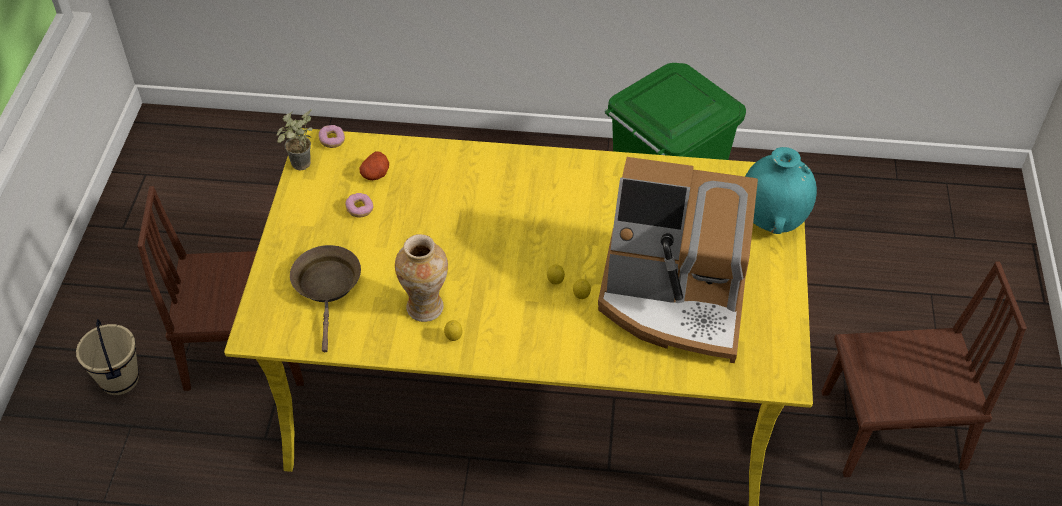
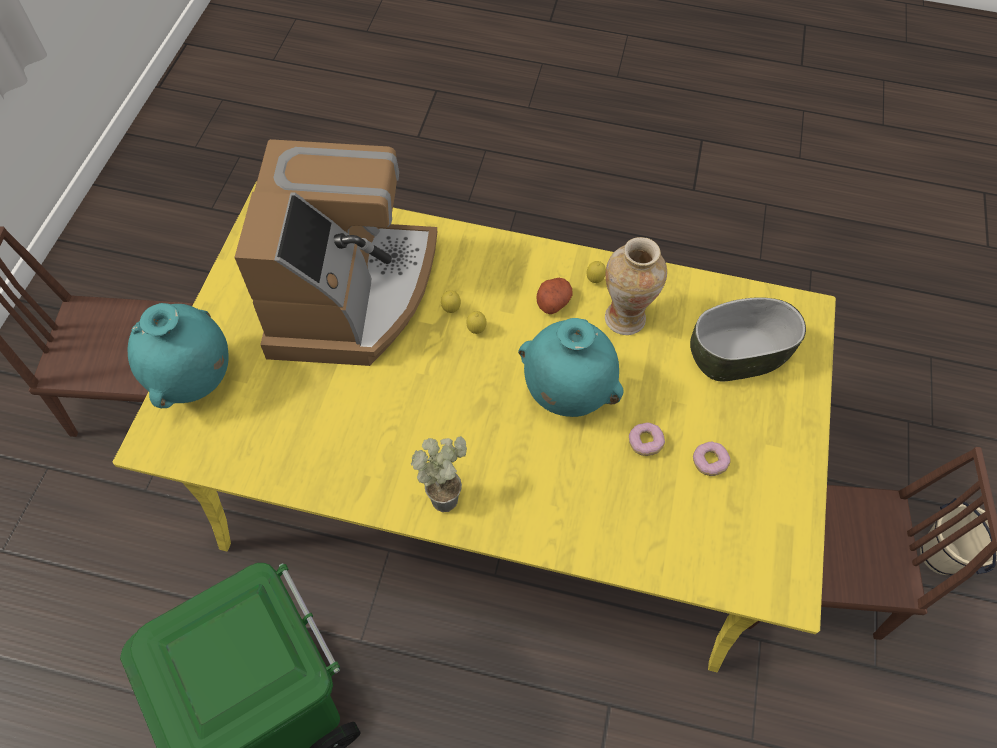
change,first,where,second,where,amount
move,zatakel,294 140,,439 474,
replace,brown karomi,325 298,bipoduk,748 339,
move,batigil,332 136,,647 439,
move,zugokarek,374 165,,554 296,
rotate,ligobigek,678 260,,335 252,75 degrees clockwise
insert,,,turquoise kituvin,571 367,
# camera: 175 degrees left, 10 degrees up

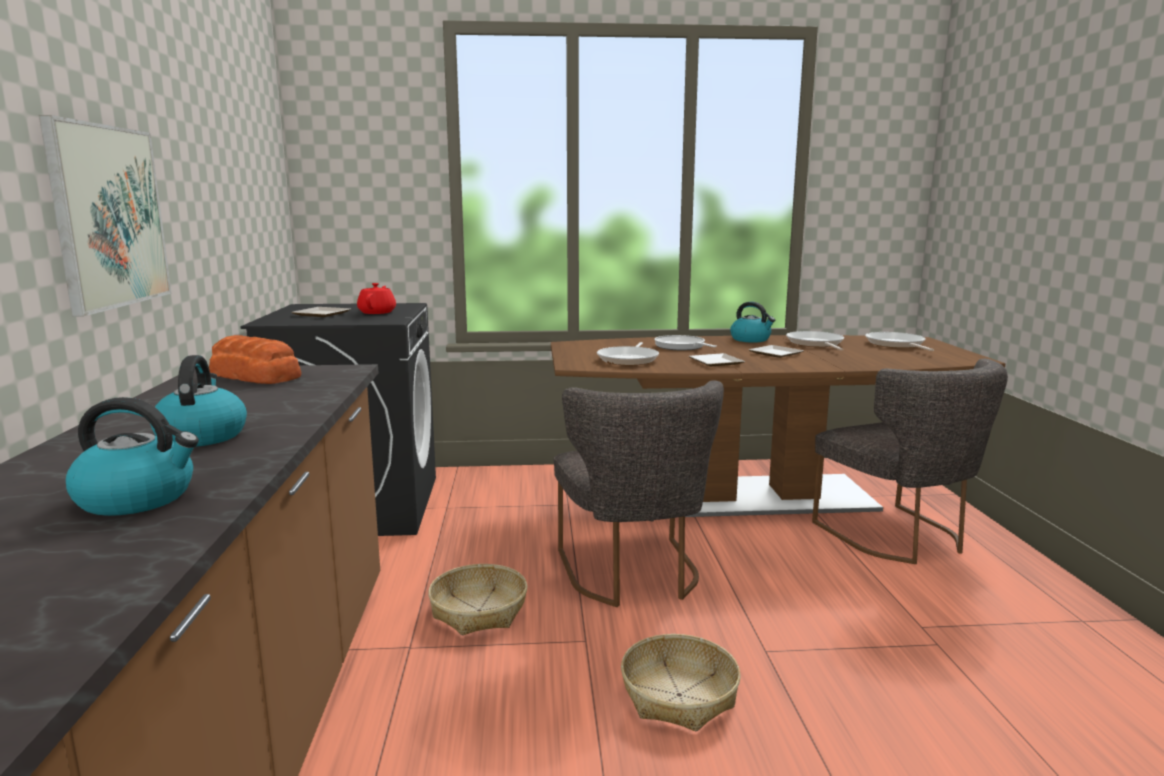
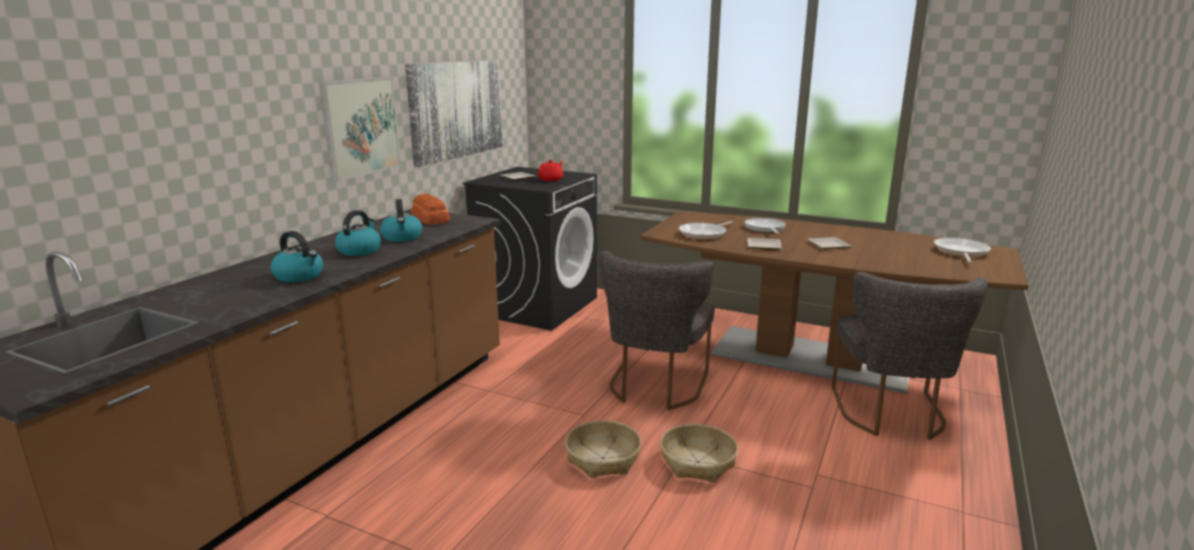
change,first,where,second,where,amount
move,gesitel,477 599,,699 453,
move,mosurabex,752 322,,401 220,
delete,karomi,815 341,,,
insert,,,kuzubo,453 113,
# camera: 30 degrees right, 5 degrees up

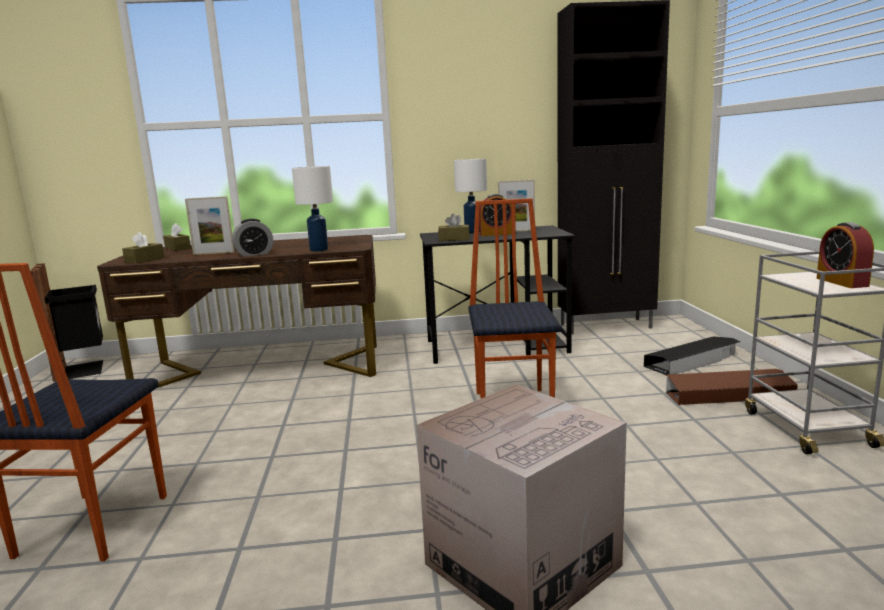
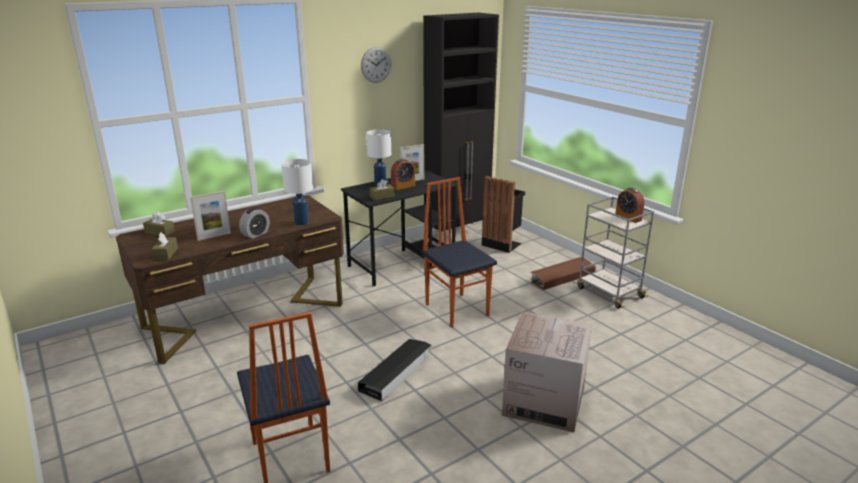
change,first,where,second,where,amount
move,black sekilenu,66 322,,503 214,
move,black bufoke,692 355,,394 370,
insert,,,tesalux,376 65,
# camera: 30 degrees left, 10 degrees up

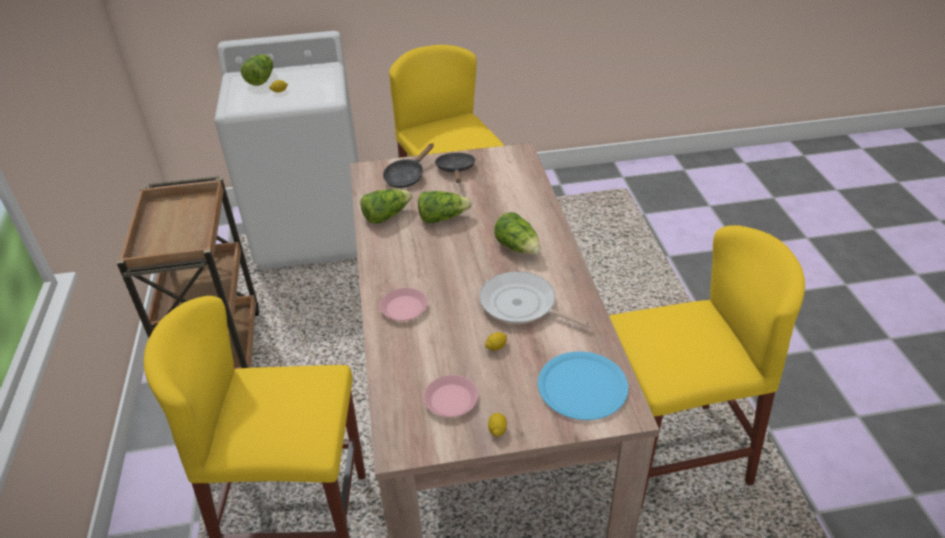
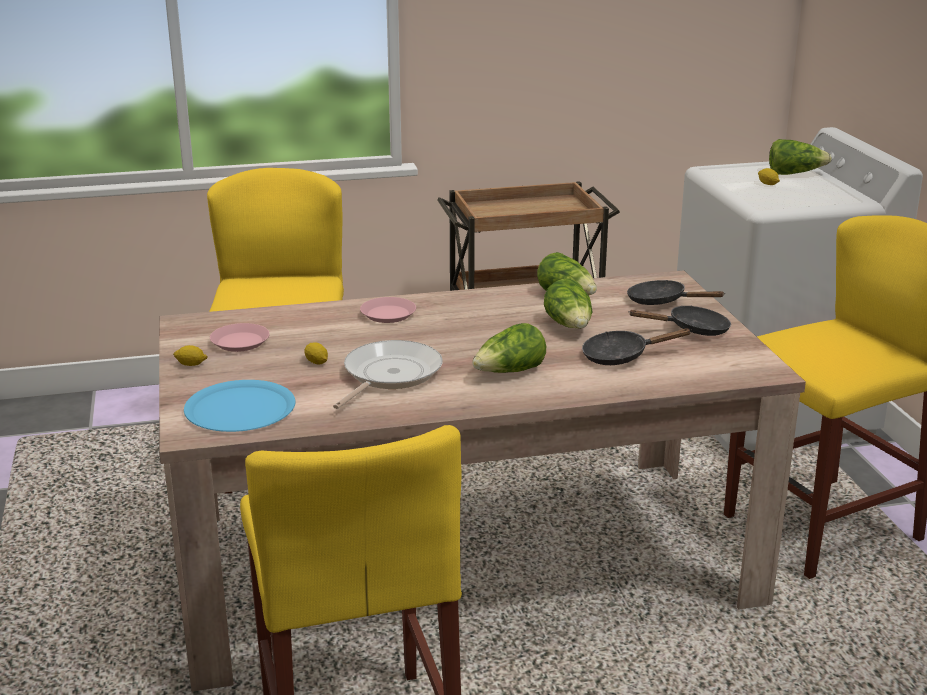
change,first,where,second,where,amount
insert,,,black karomi,637 346,
# camera: 85 degrees right, 15 degrees down

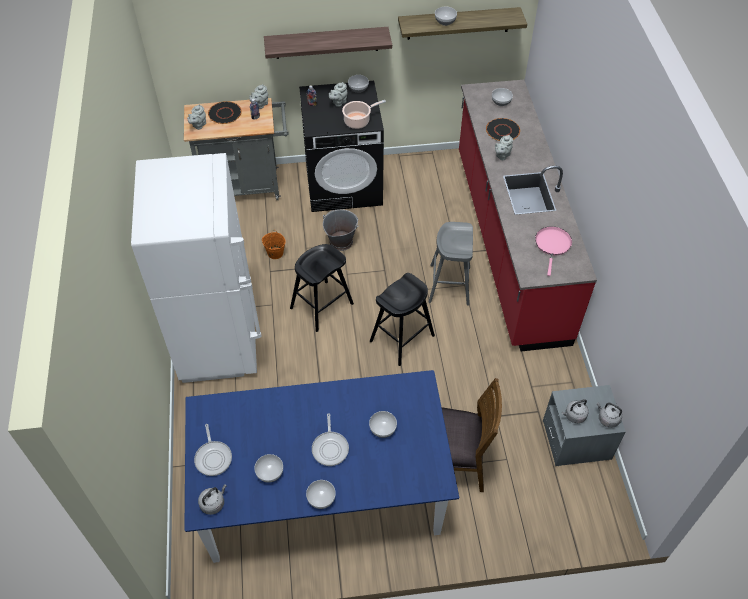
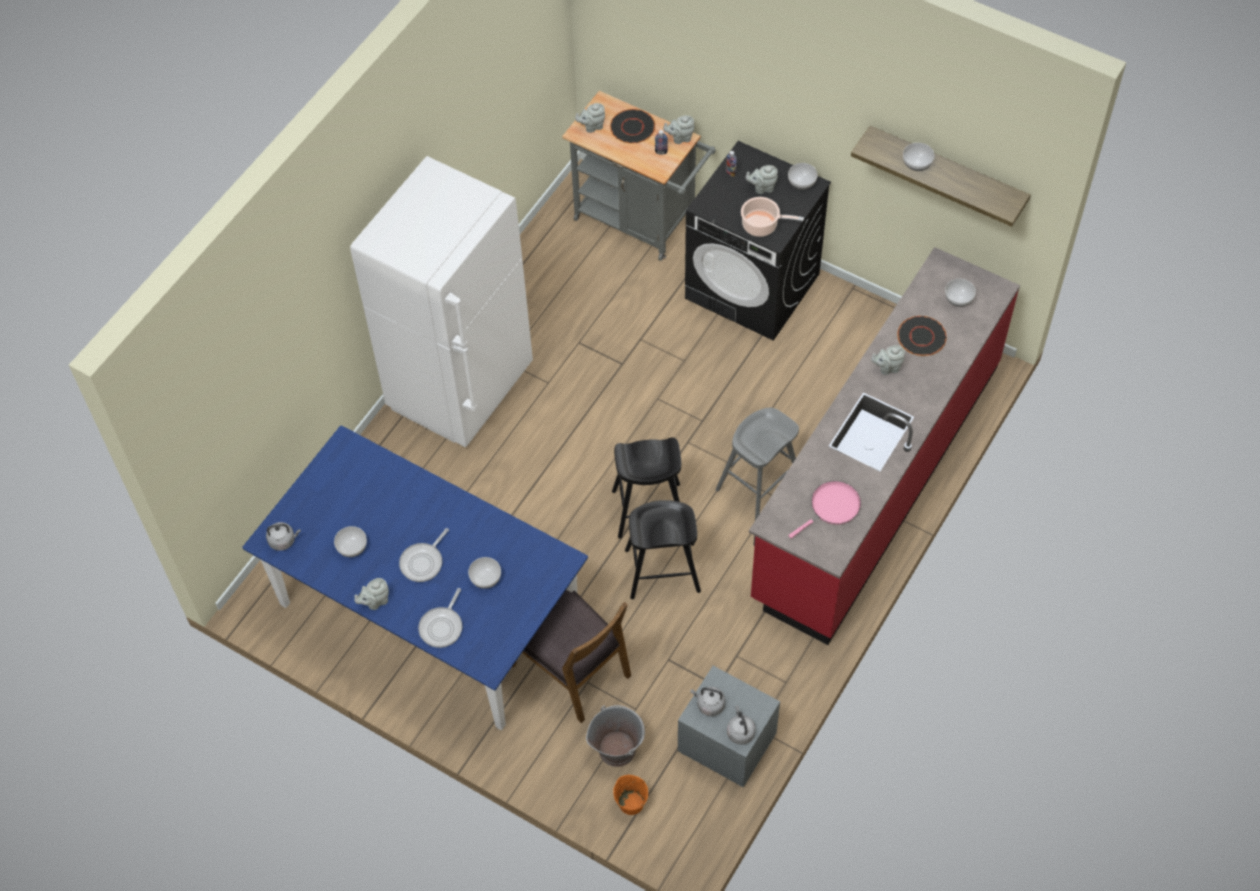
change,first,where,second,where,amount
move,karomi,213 450,,440 618,
move,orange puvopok,273 244,,630 795,
delete,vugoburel,328 43,,,
move,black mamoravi,322 288,,663 549,
replace,bipoduk,321 494,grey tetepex,371 594,
move,grey puvopok,341 230,,615 736,
# camera: 40 degrees right, 5 degrees up

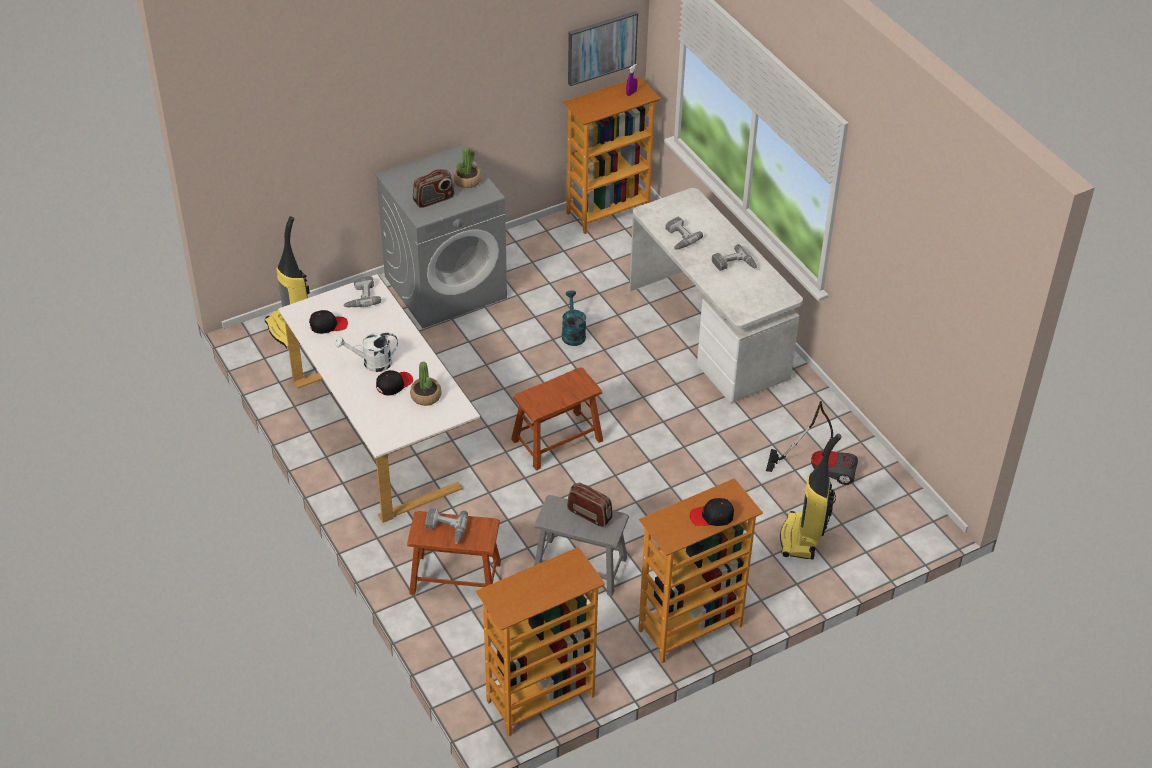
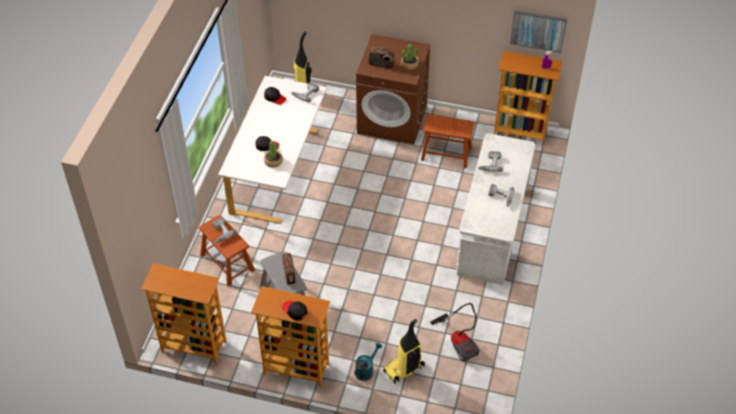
change,first,where,second,where,amount
delete,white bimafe,366 352,,,
recolor,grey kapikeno,441 237,brown kapikeno,393 89,
move,brown mamoravi,557 419,,447 141,
move,turquoise bimafe,574 318,,368 361,
# camera: 45 degrees right, 5 degrees up

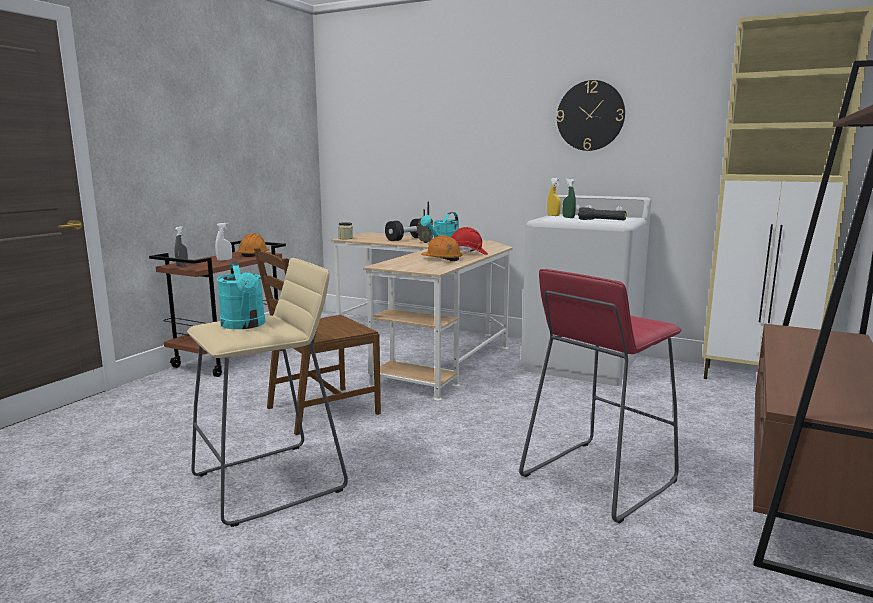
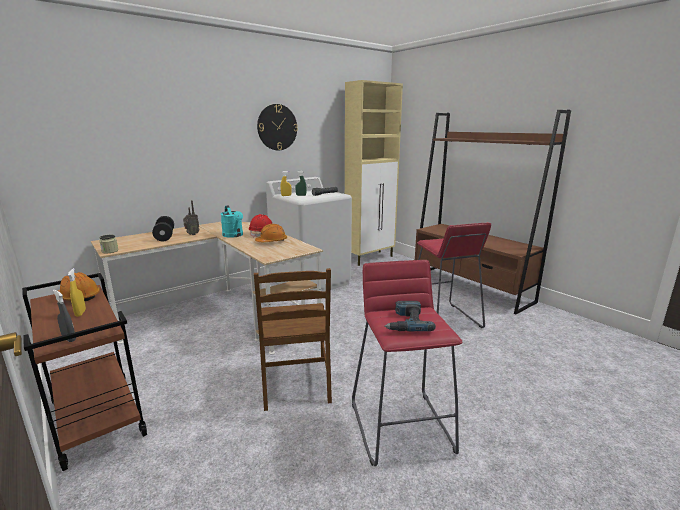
change,first,where,second,where,amount
recolor,beige mamoravi,267 392,red mamoravi,407 363,
recolor,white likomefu,223 242,yellow likomefu,77 292,
replace,turquoise bimafe,241 295,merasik,410 316,
# camera: 65 degrees left, 5 degrees up

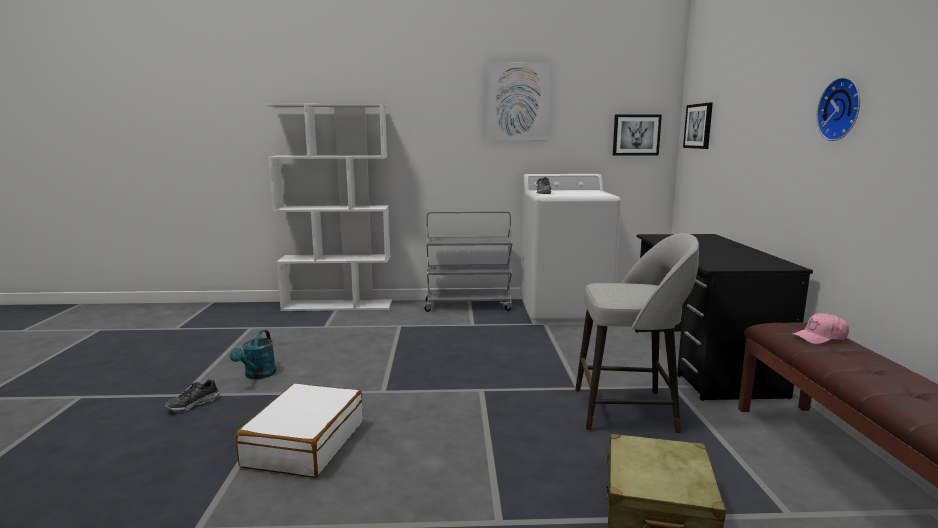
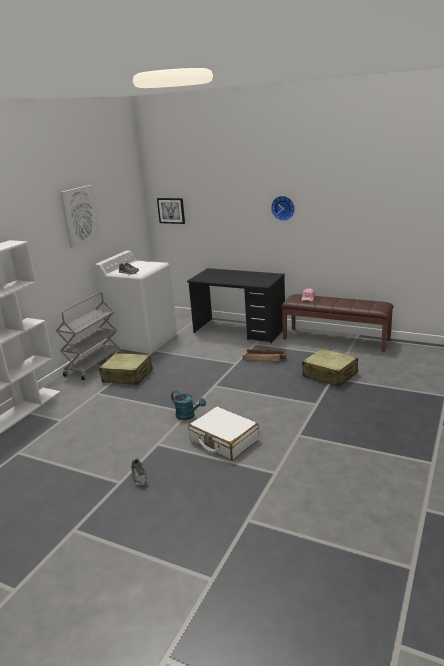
change,first,where,second,where,amount
move,turquoise bimafe,253 354,,188 405,
replace,grey mamoravi,637 333,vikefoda,265 355,
delete,kuzubo,637 134,,,
insert,,,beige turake,126 369,
# camera: 60 degrees left, 10 degrees up

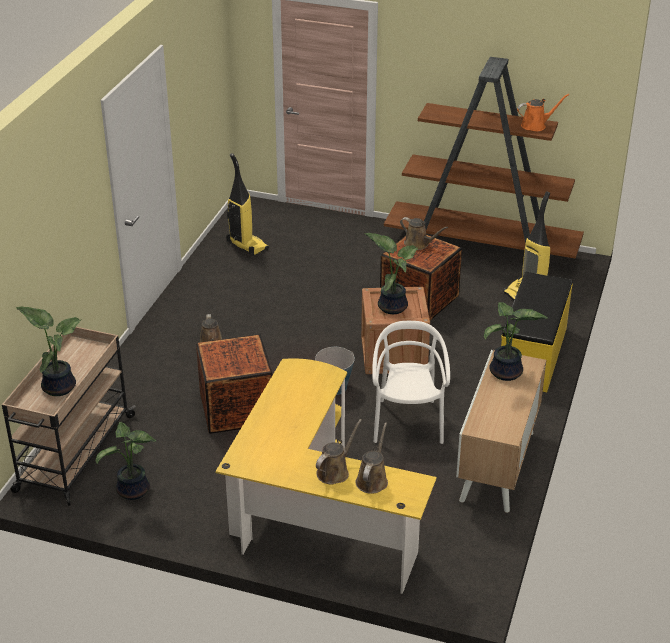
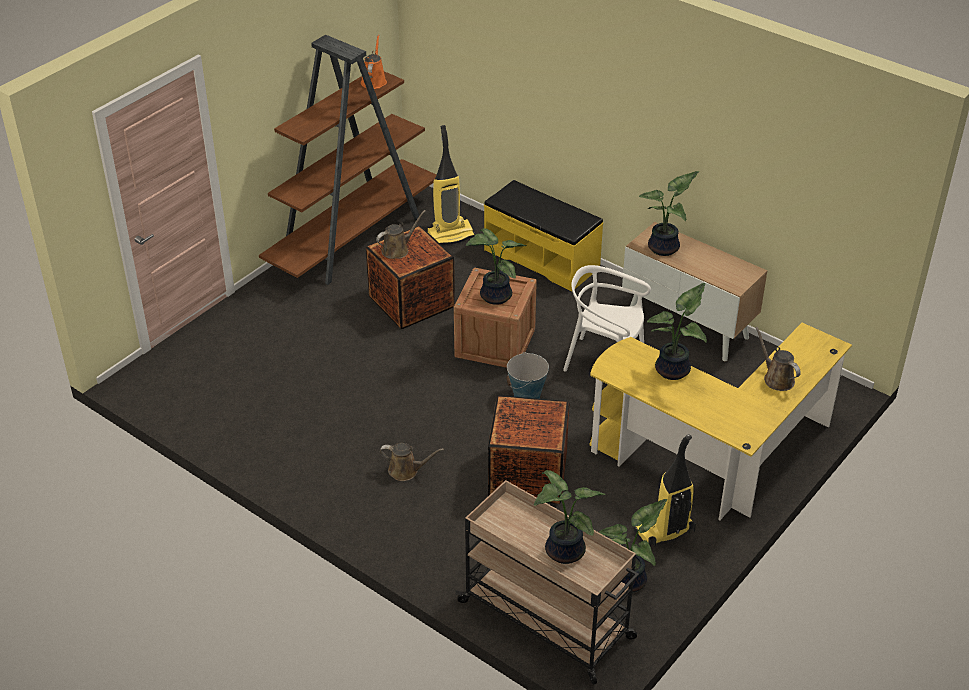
change,first,where,second,where,amount
move,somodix,247 204,,664 490,
delete,brown bimafe,371 458,,,
insert,,,zatakel,677 331,
# camera: 70 degrees left, 5 degrees up

